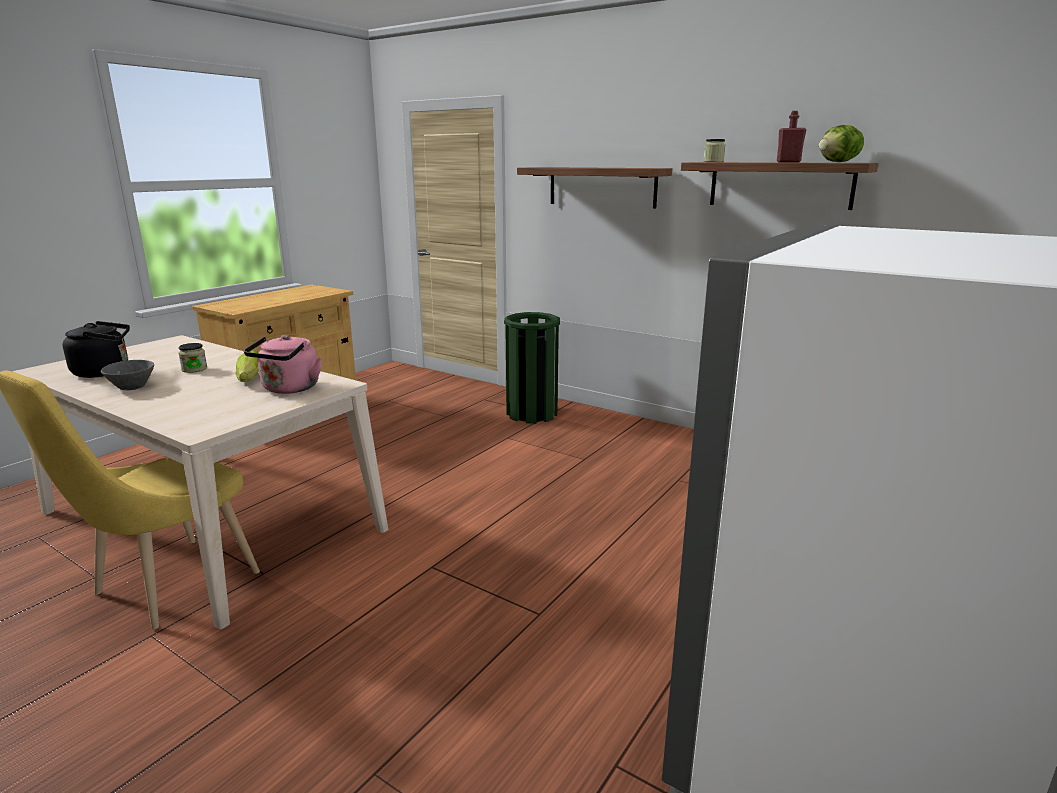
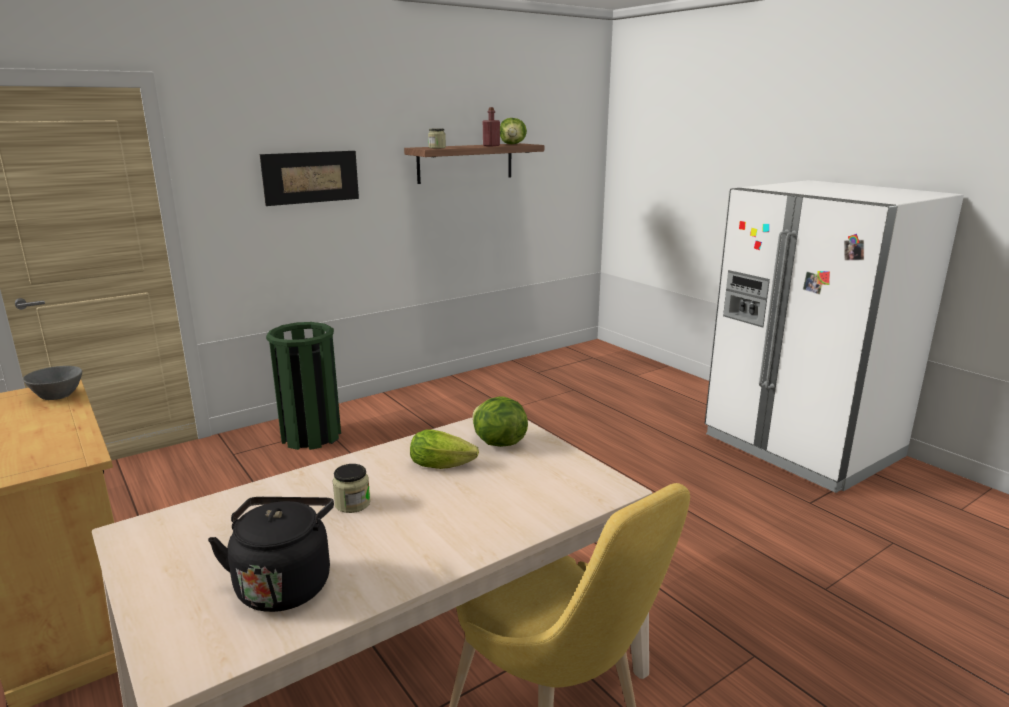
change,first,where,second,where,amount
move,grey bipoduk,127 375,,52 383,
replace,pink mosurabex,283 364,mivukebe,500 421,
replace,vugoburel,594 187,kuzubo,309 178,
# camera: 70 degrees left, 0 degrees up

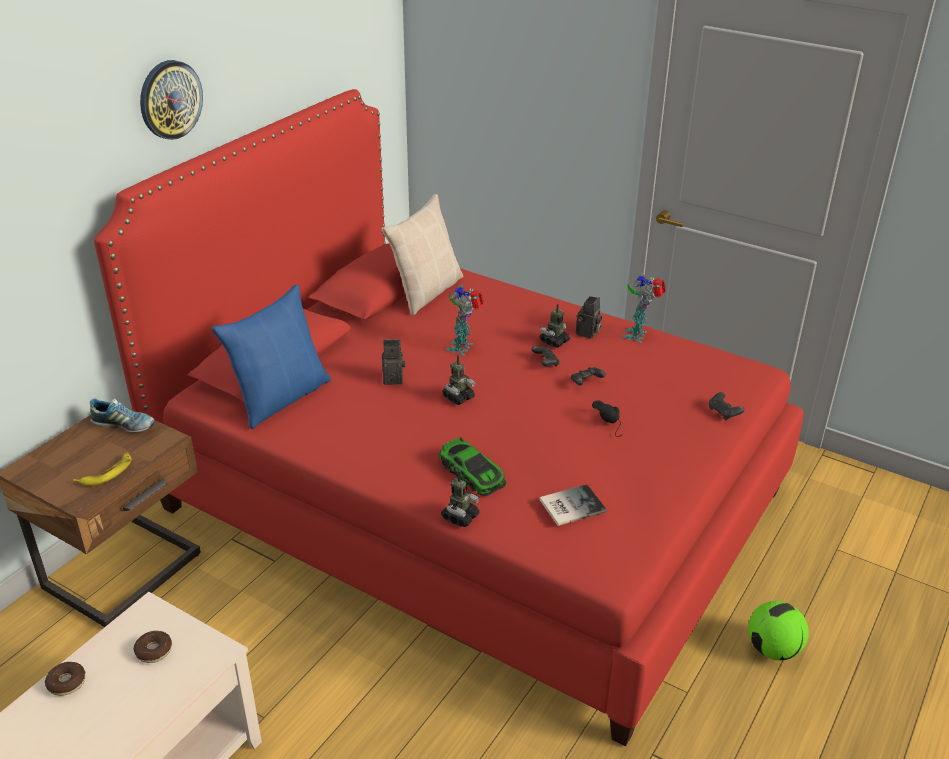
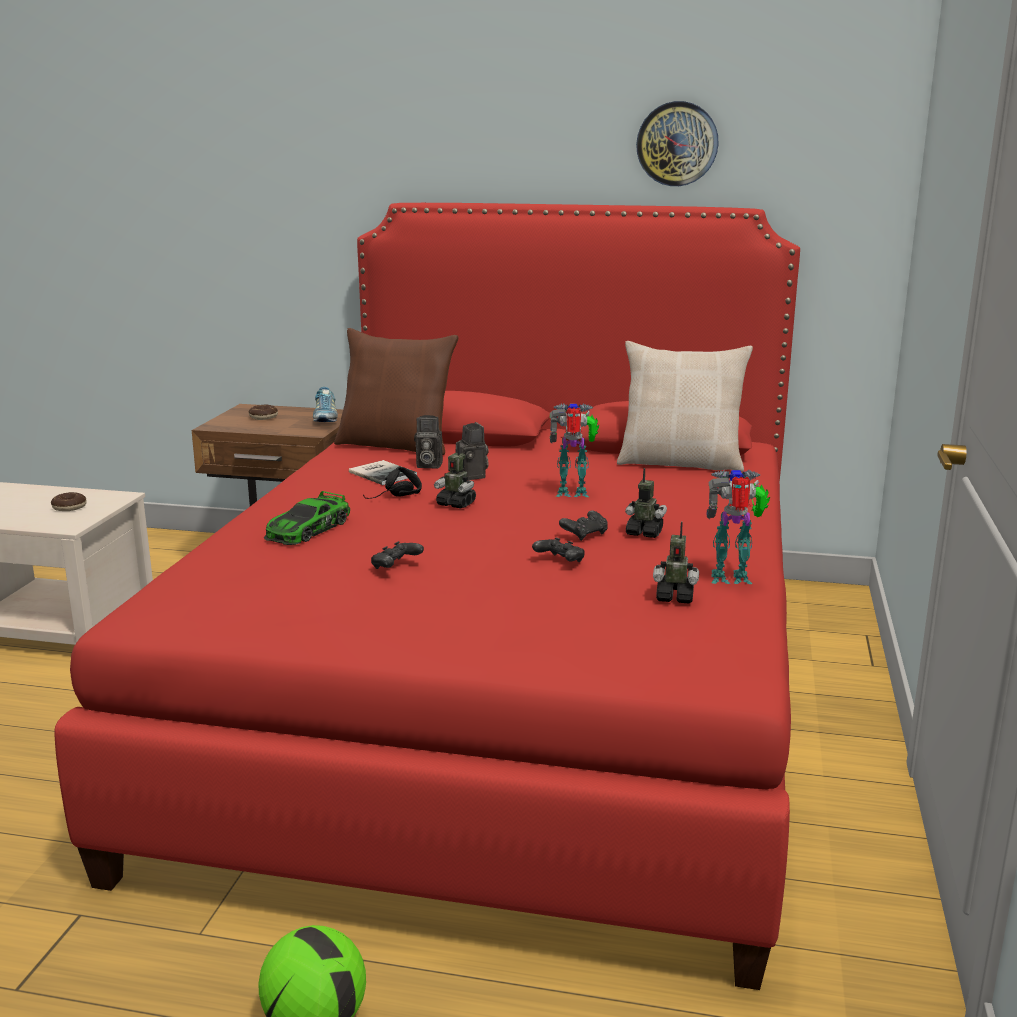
change,first,where,second,where,amount
move,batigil,65 679,,263 412,
delete,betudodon,102 469,,,
move,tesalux,171 100,,677 143,
recolor,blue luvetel,271 356,brown luvetel,396 391,
move,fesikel,460 499,,676 563,
move,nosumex,573 505,,383 472,
move,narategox,589 317,,428 442,
move,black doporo,606 418,,392 482,
move,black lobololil,726 406,,397 555,
# camera: 70 degrees right, 15 degrees down

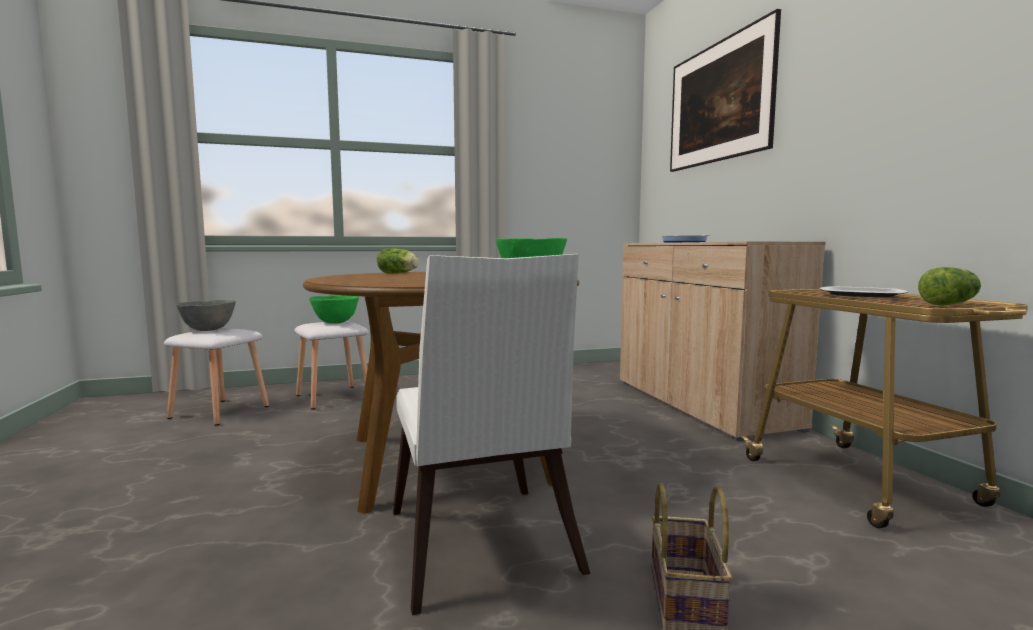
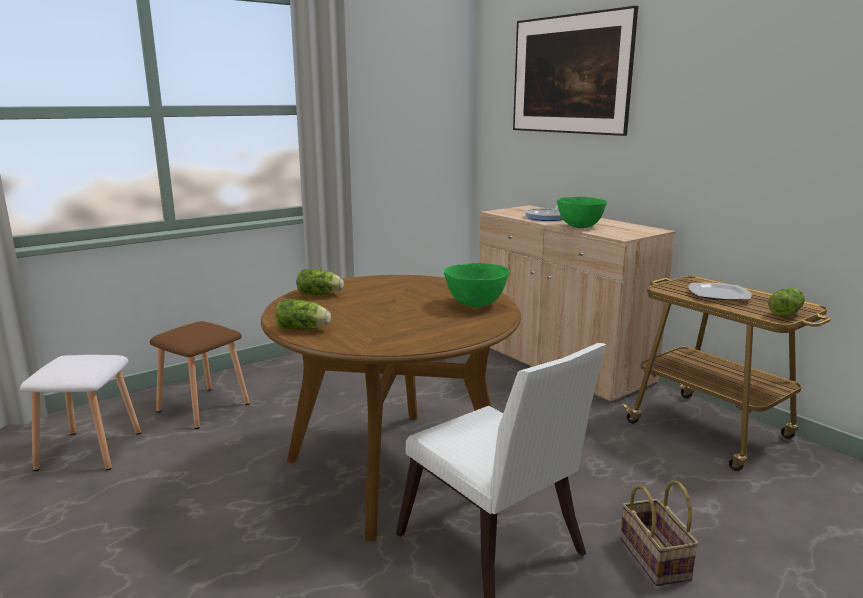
change,first,where,second,where,amount
delete,grey bipoduk,206 315,,,
recolor,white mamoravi,331 365,brown mamoravi,200 375,
move,green bipoduk,334 309,,582 212,
insert,,,mivukebe,303 314,
# camera: 20 degrees left, 10 degrees up

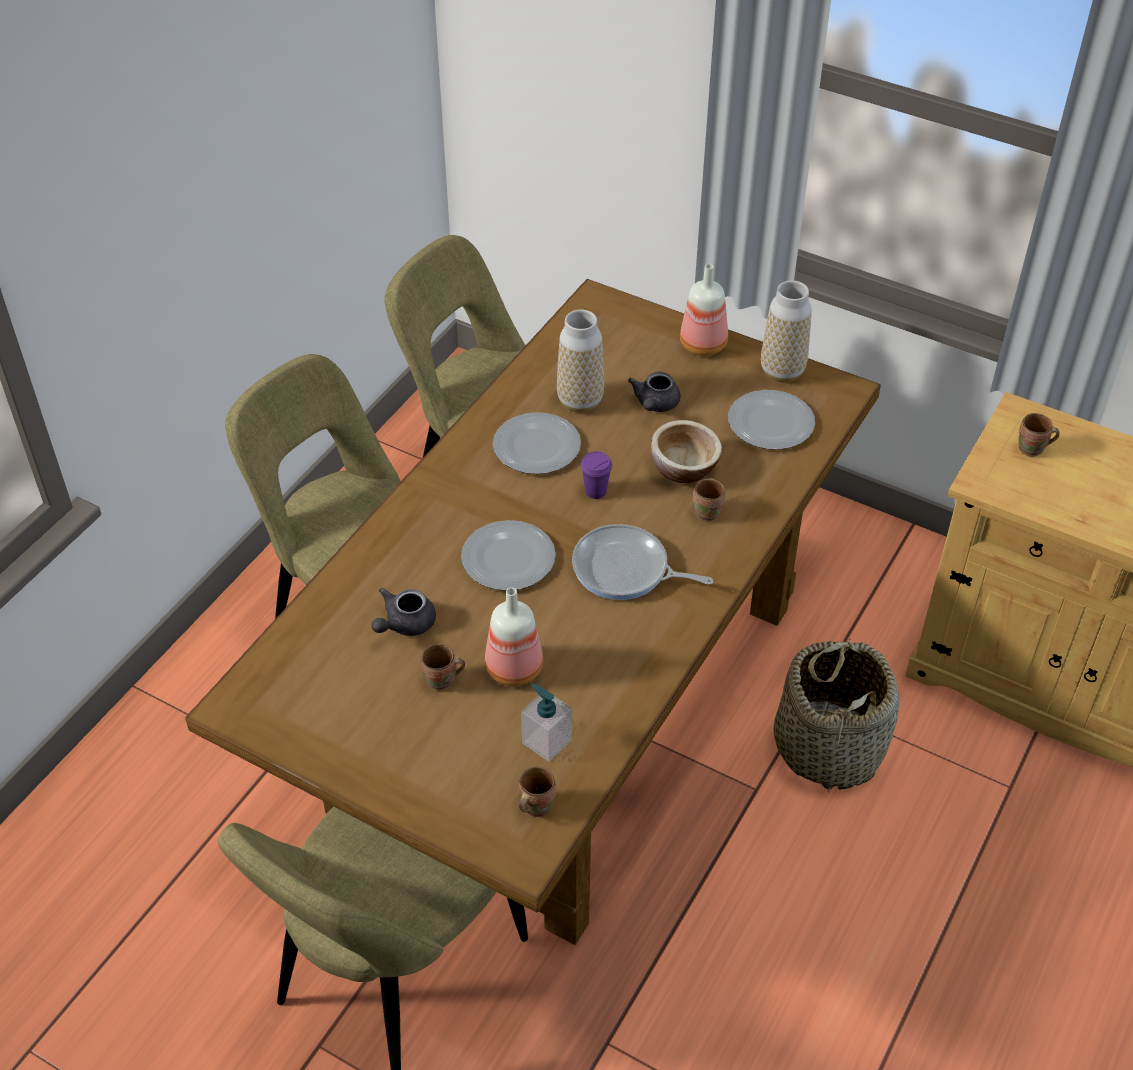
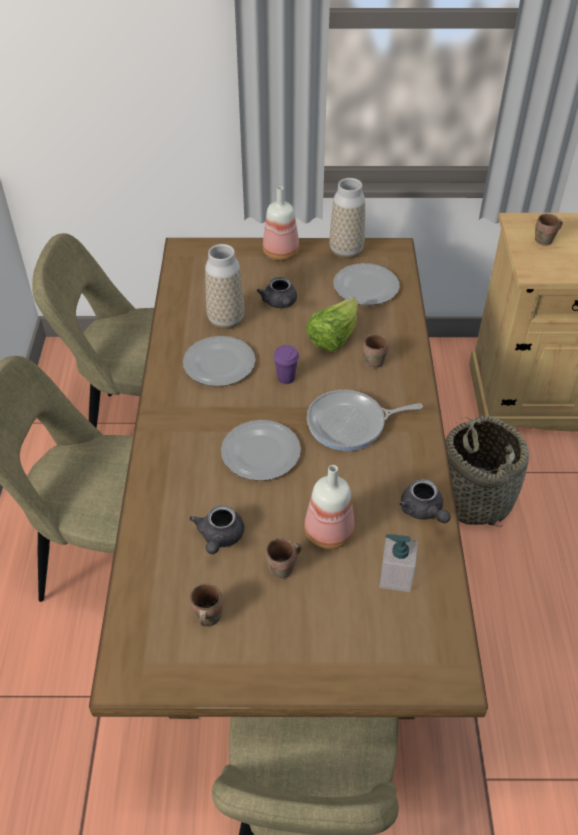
change,first,where,second,where,amount
move,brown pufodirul,537 792,,206 604,
replace,bipoduk,686 451,mivukebe,332 324,
insert,,,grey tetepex,424 501,
# camera: 30 degrees left, 0 degrees up

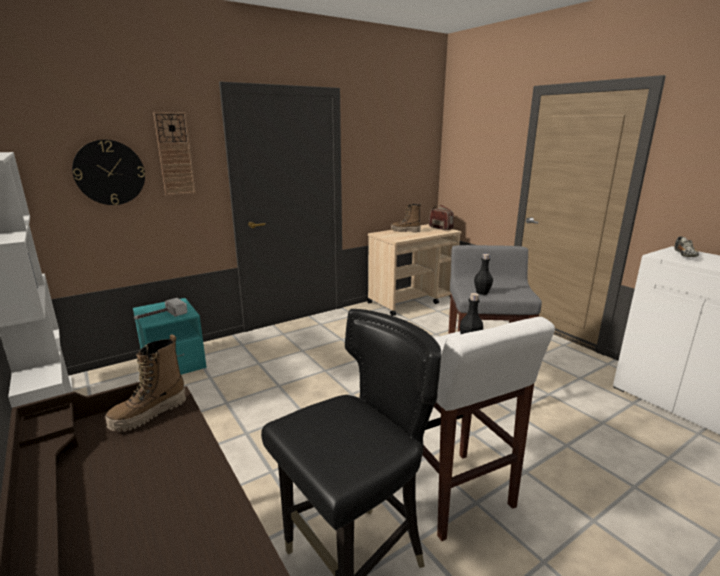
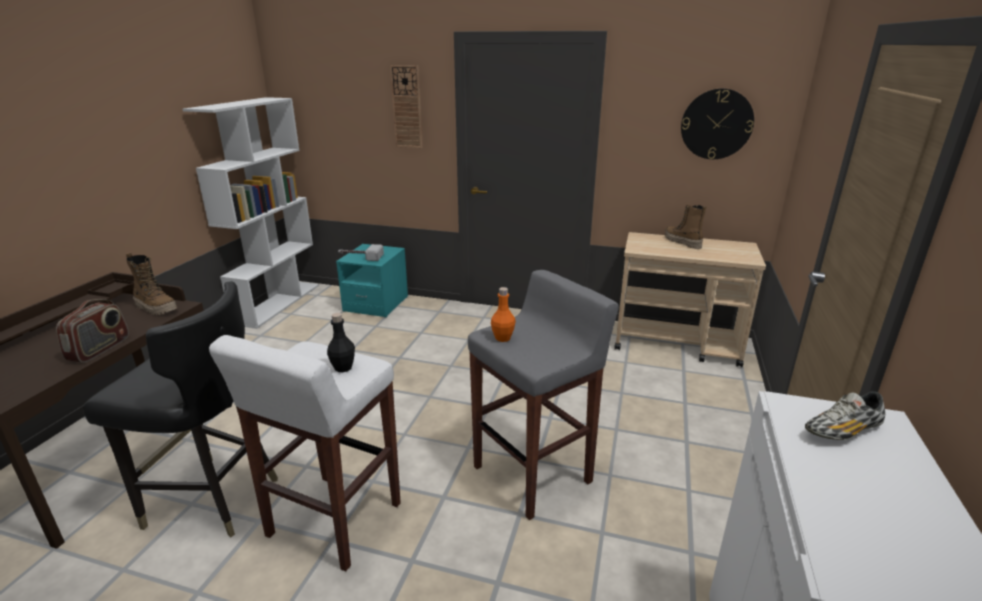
change,first,where,second,where,amount
move,tesalux,108 172,,717 123,
rotate,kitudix,145 383,,151 283,150 degrees counterclockwise
move,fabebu,441 217,,92 331,
recolor,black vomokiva,483 274,orange vomokiva,503 314,
# camera: 50 degrees right, 5 degrees up

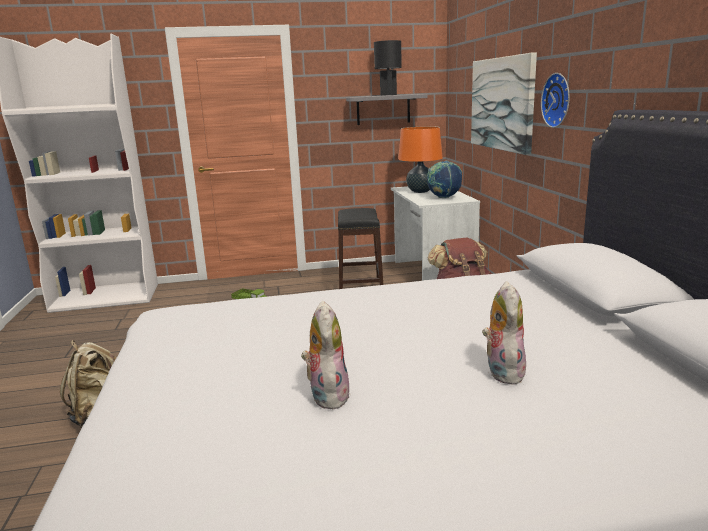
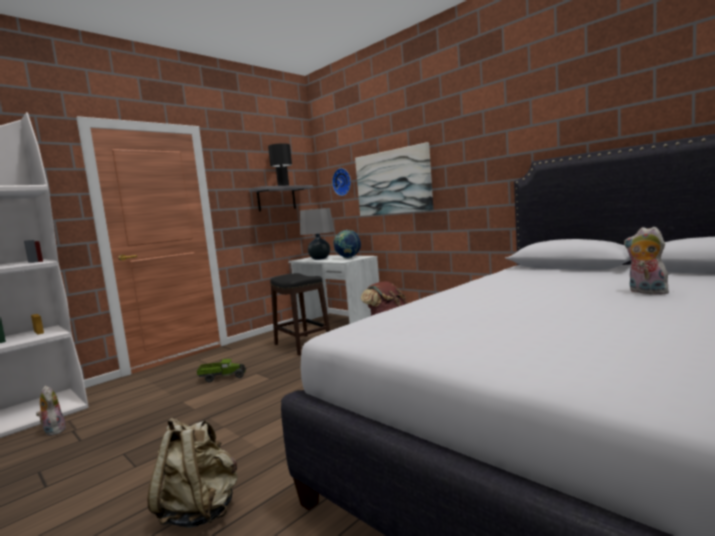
change,first,where,second,where,amount
move,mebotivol,325 355,,51 411,
recolor,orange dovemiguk,420 159,grey dovemiguk,317 234,
move,tesalux,555 100,,341 182,
# camera: 35 degrees left, 10 degrees down

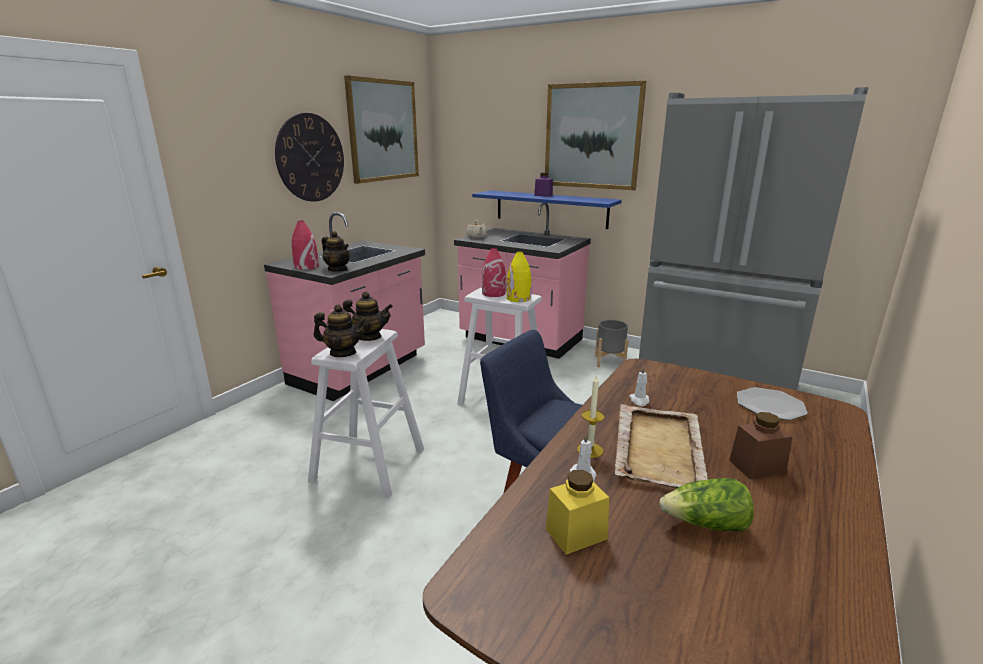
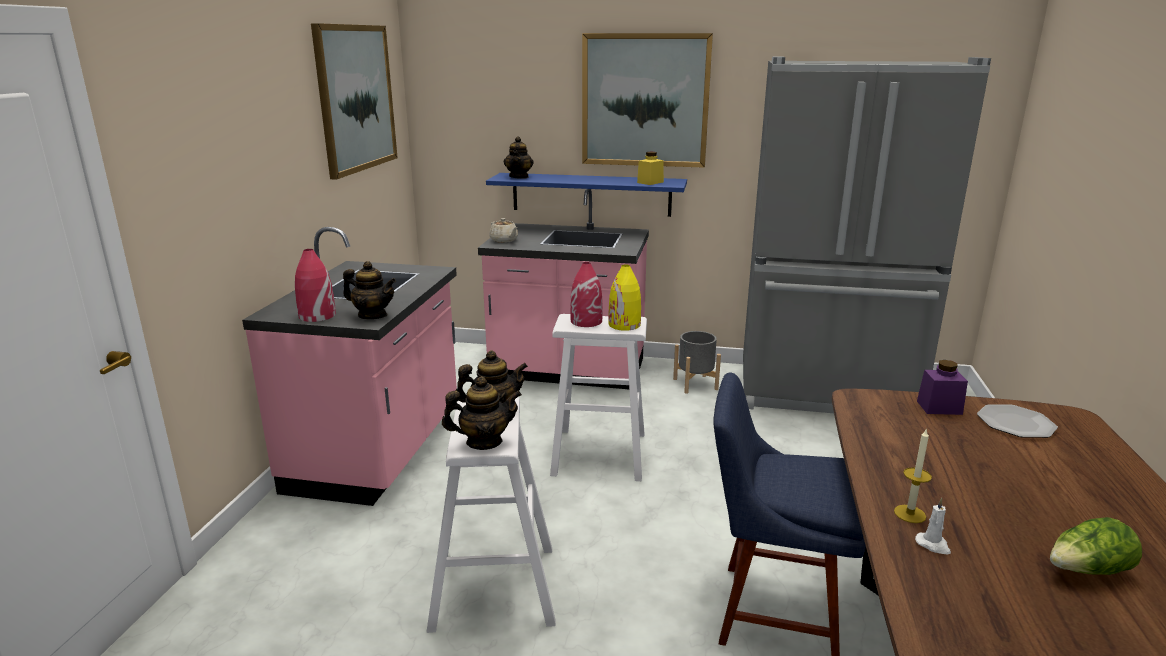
change,first,where,second,where,amount
delete,tesalux,309 157,,,
move,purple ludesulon,543 185,,942 387,
move,yellow ludesulon,577 512,,650 168,
delete,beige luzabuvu,661 446,,,
delete,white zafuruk,639 386,,,
delete,brown ludesulon,761 446,,,
insert,,,tetepex,519 157,
# camera: 20 degrees left, 0 degrees up

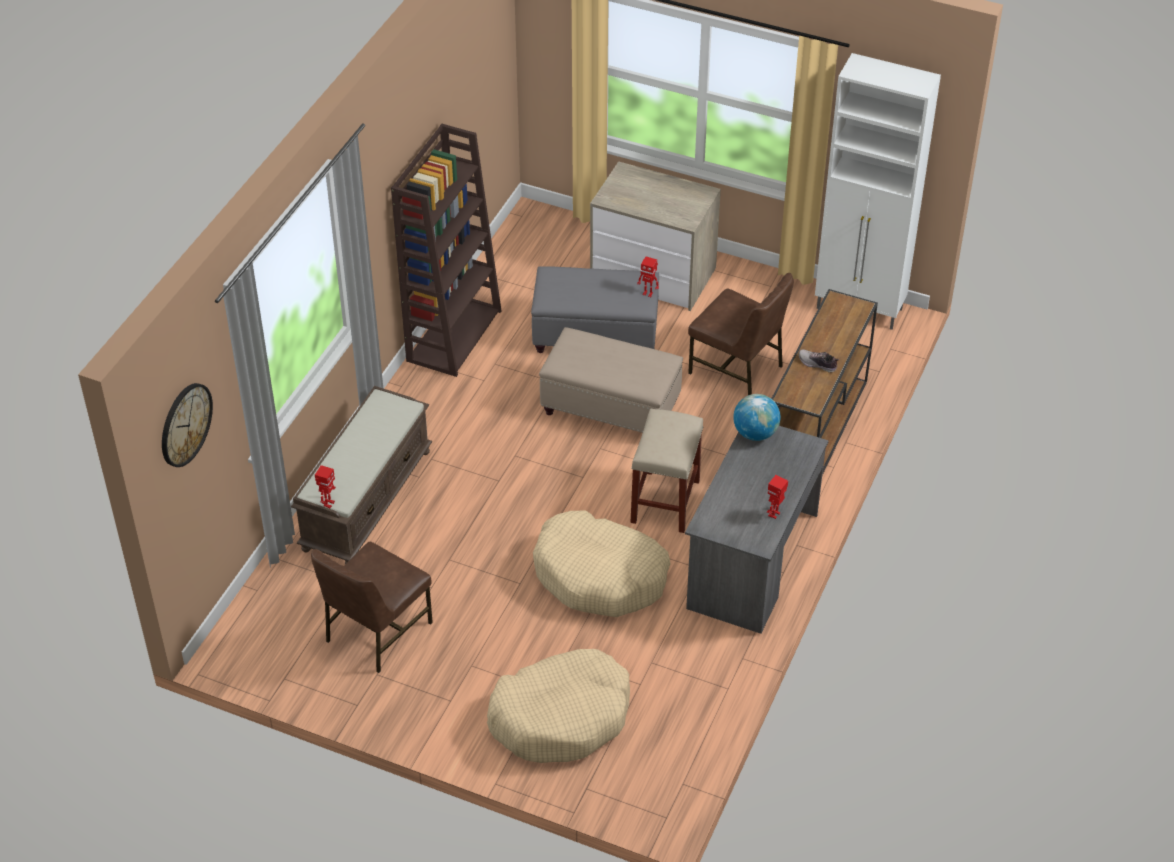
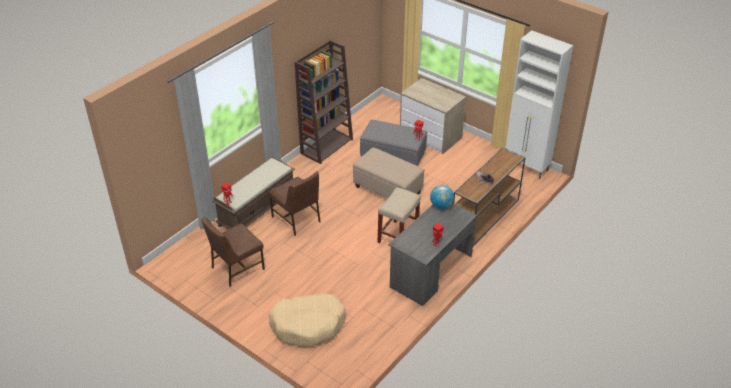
change,first,where,second,where,amount
delete,tesalux,187 425,,,
delete,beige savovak,602 563,,,
move,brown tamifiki,741 334,,294 203,
# camera: 15 degrees right, 5 degrees down

